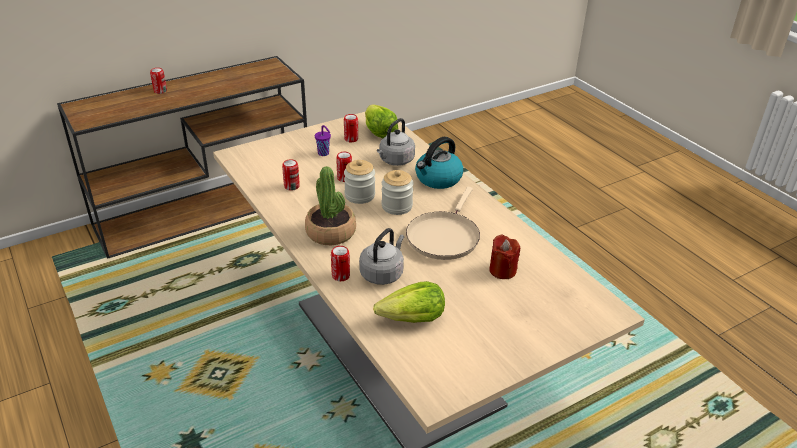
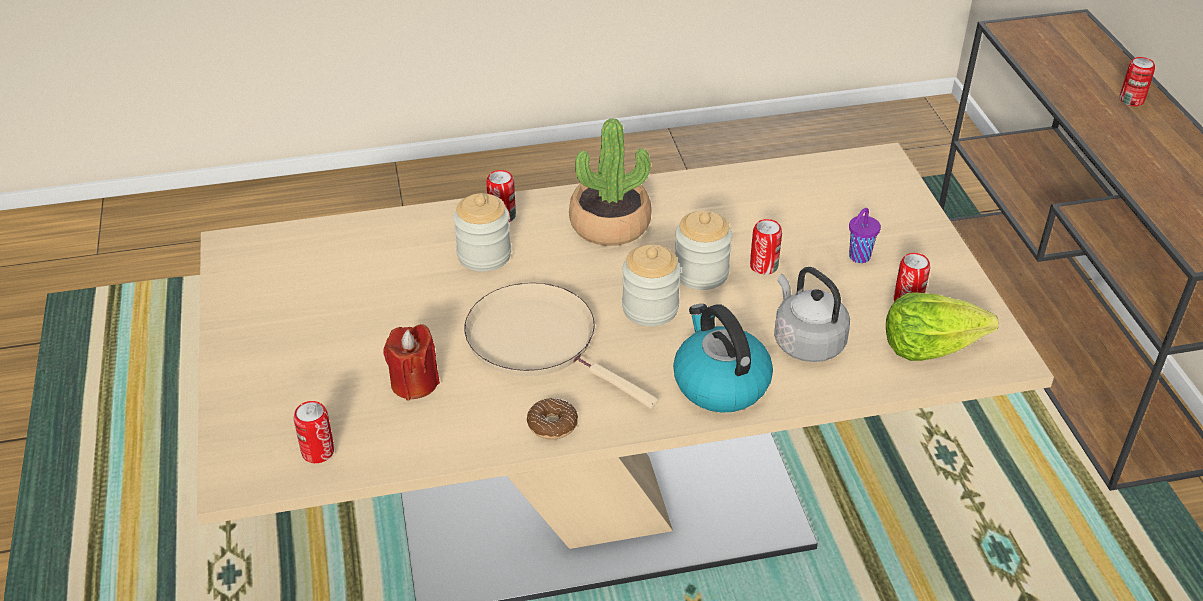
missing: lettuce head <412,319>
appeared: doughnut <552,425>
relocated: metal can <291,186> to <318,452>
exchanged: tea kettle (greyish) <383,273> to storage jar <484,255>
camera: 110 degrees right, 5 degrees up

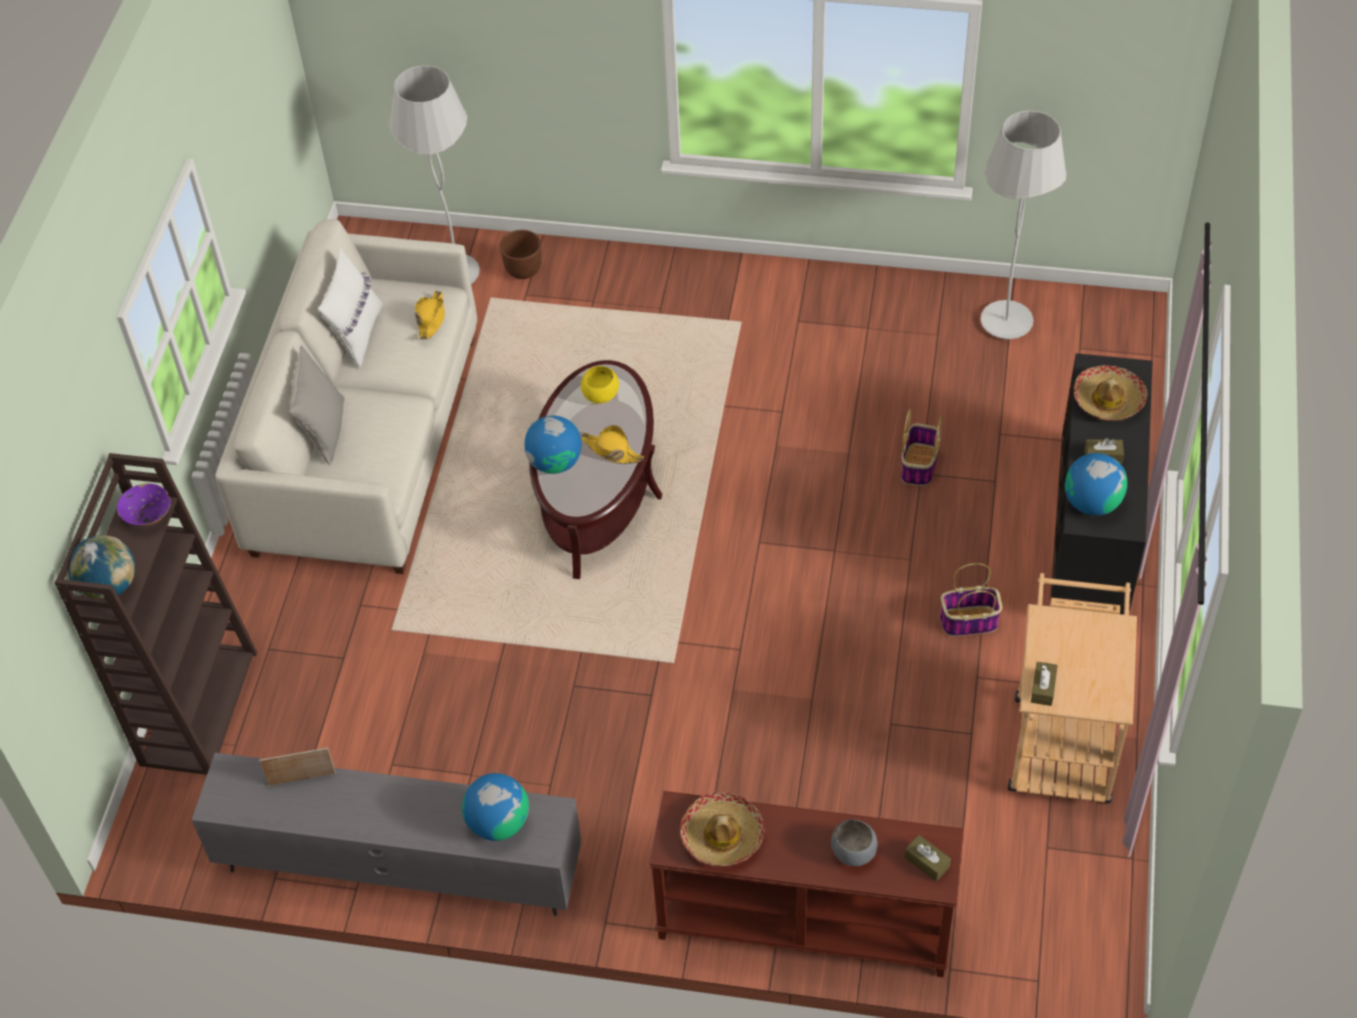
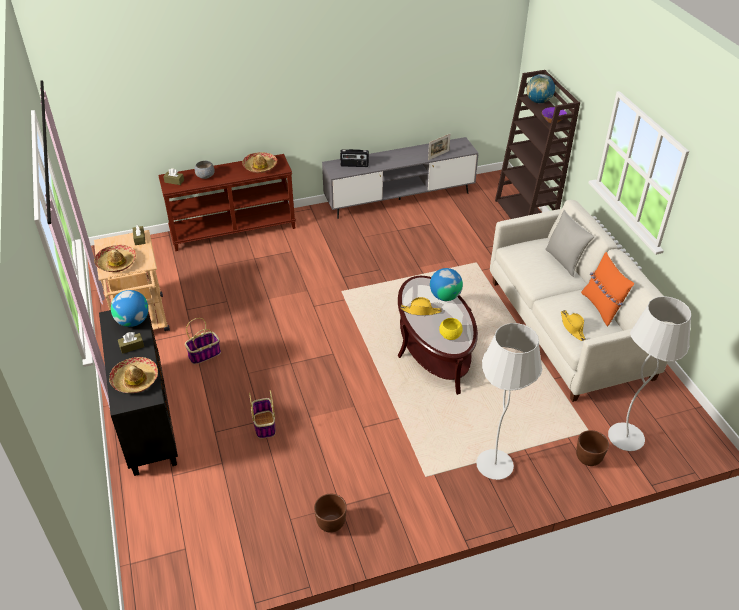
appeared: hat <116,263>; planter (brown) <331,523>
relocated: standing lamp (white) <1006,322> to <494,466>
exchanged: desk globe <498,823> to radio set <354,165>
colour: cushion (white) <357,335> to cushion (orange-coloured) <601,307>
camera: 150 degrees right, 10 degrees down

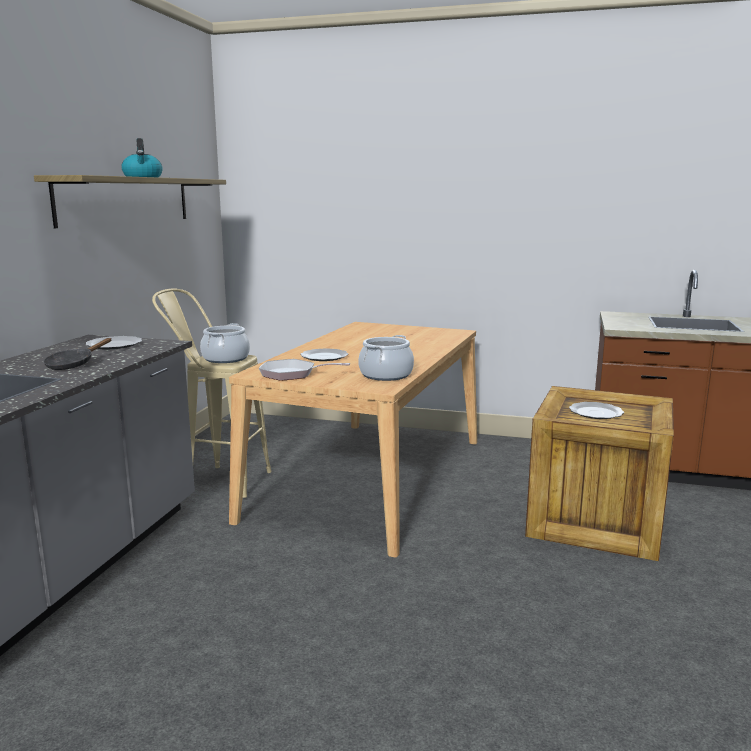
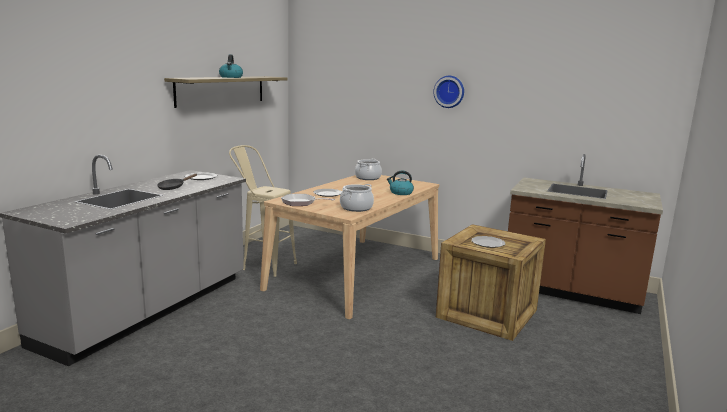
appeared: tea kettle <400,193>; clock on the wall <449,91>
relocated: cooking pot <226,359> to <368,178>
camera: 10 degrees right, 0 degrees up

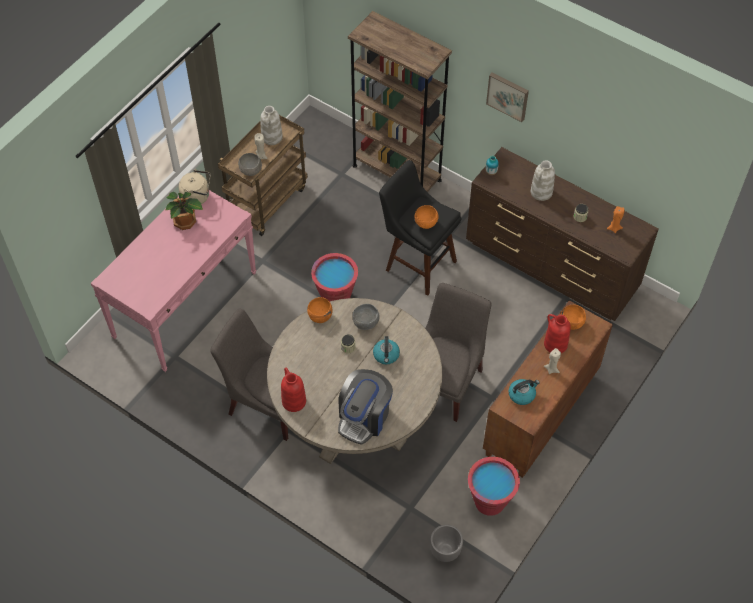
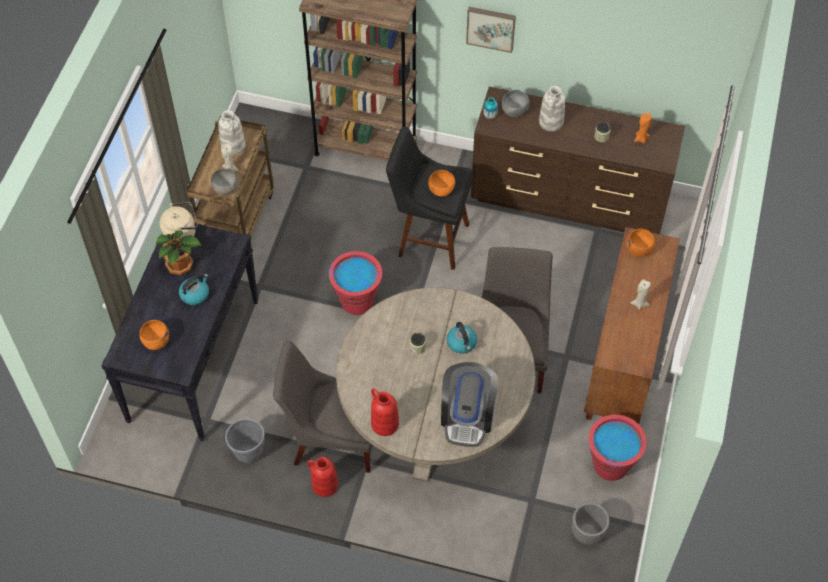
appeared: planter (greyish) <248,453>
relocated: deep dish (orange-coloured) <320,317> to <156,342>; tea kettle <522,394> to <195,294>; decorative vase (red-coloured) <555,344> to <324,485>; deep dish (greyish) <366,323> to <515,112>
colour: hall table (pink) <185,304> to hall table (black-coloured) <194,359>
camera: 20 degrees left, 0 degrees up

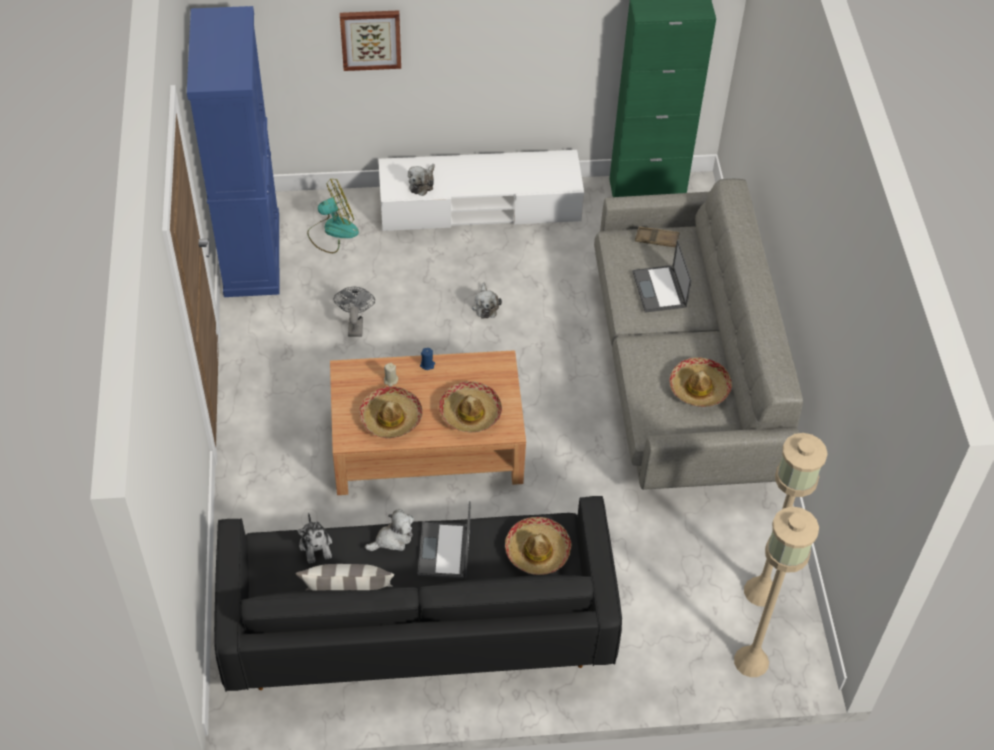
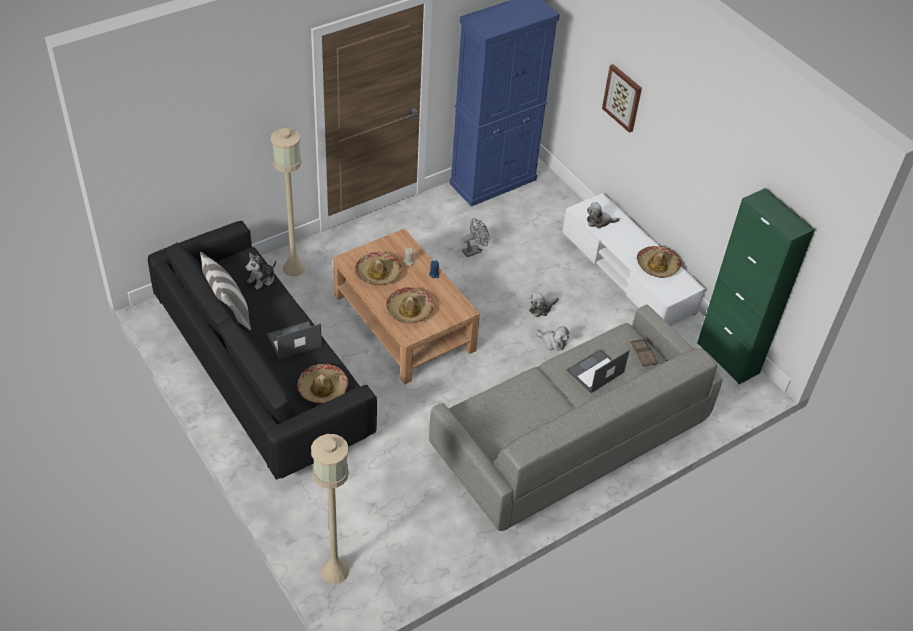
missing: cooling fan <332,231>
relocated: standing lamp (beige-coloured) <761,592> to <293,268>; cuddly toy <392,539> to <552,342>; hat <699,388> to <657,266>
camera: 60 degrees right, 5 degrees down

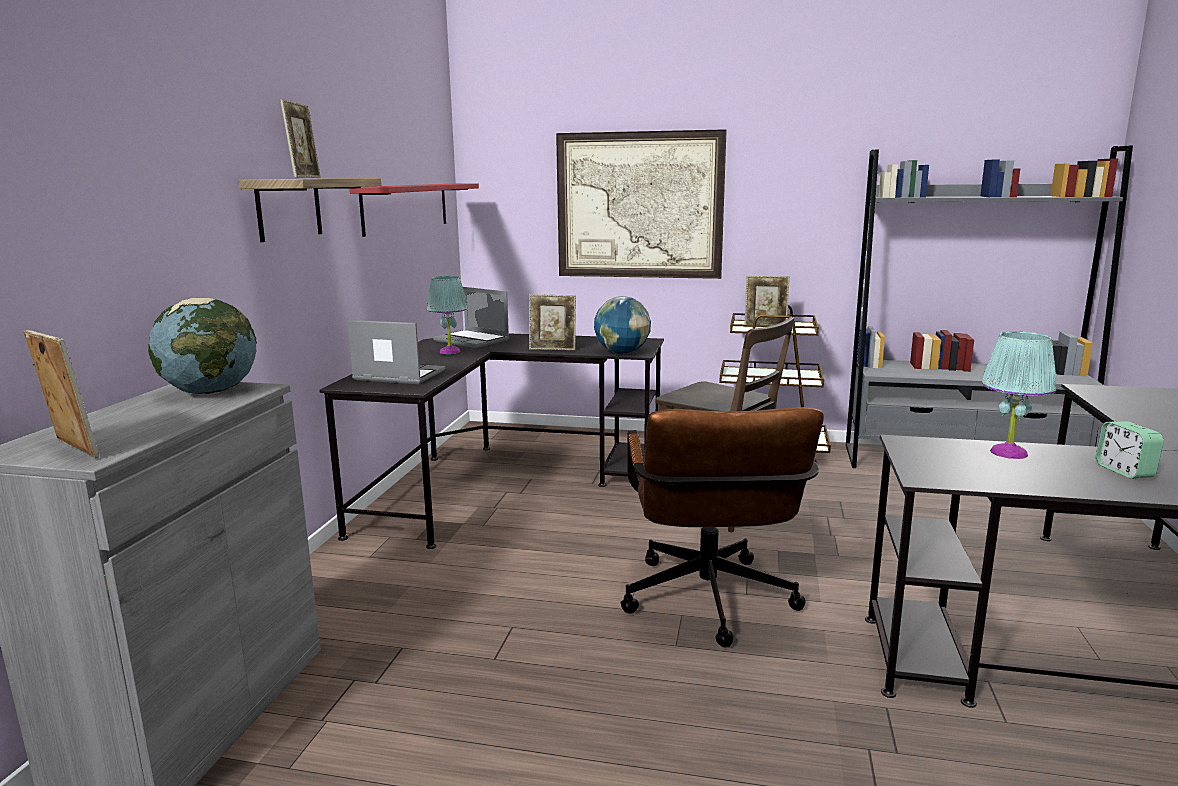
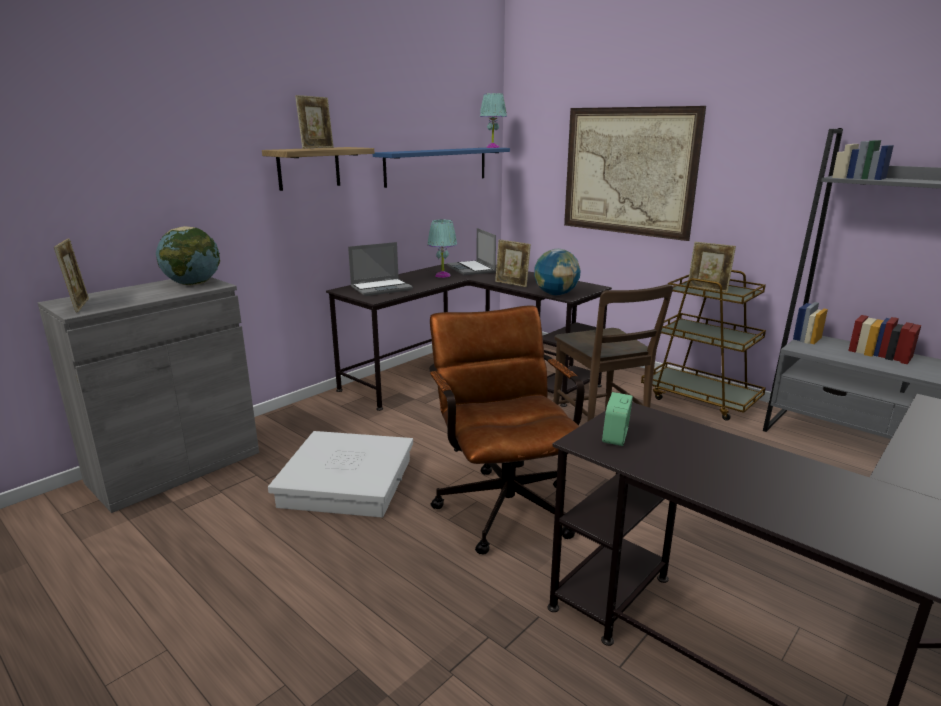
appeared: storage box (white) <347,482>
relocated: table lamp (turquoise) <1008,453> to <492,147>; bedside clock <1124,471> to <615,437>
colour: shelf (red-coloured) <406,207> to shelf (blue-coloured) <437,166>
spun: laptop <398,376> = <381,288> 105 degrees clockwise; computer chair (brown) <710,606> = <503,502> 135 degrees clockwise
camera: 30 degrees right, 5 degrees up

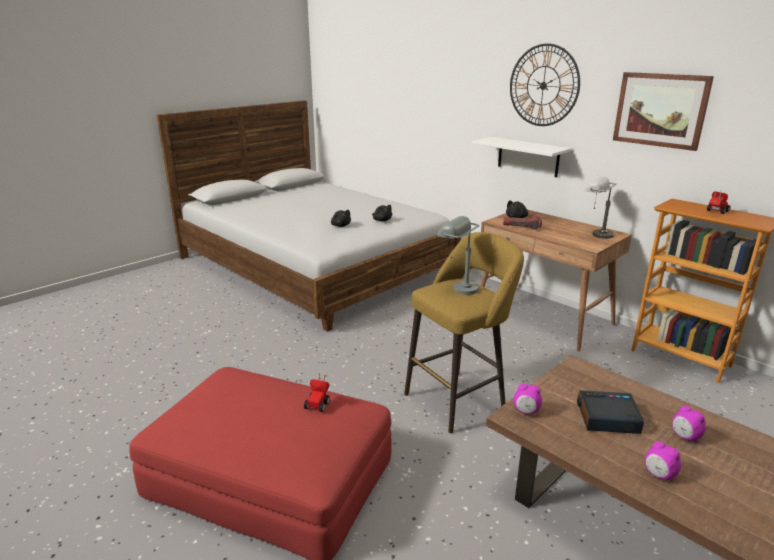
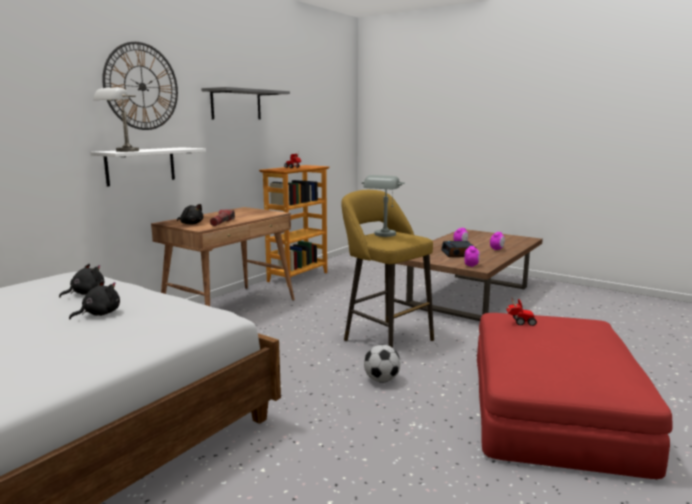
appeared: ball for football <381,380>
relocated: table lamp (greyish) <595,234> to <121,151>
exchanged: picture <660,110> to shelf (greyish) <236,104>
camera: 100 degrees left, 10 degrees down

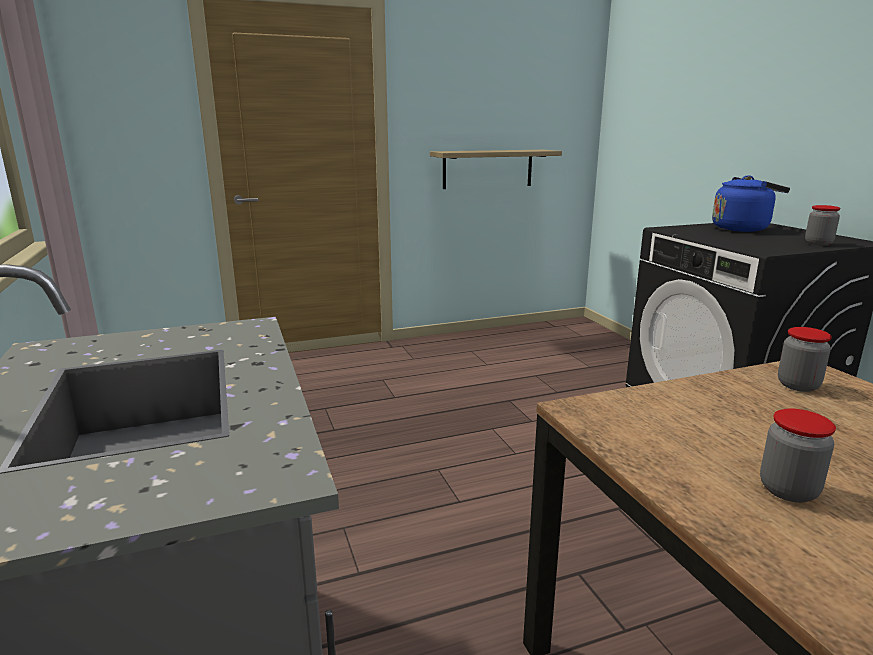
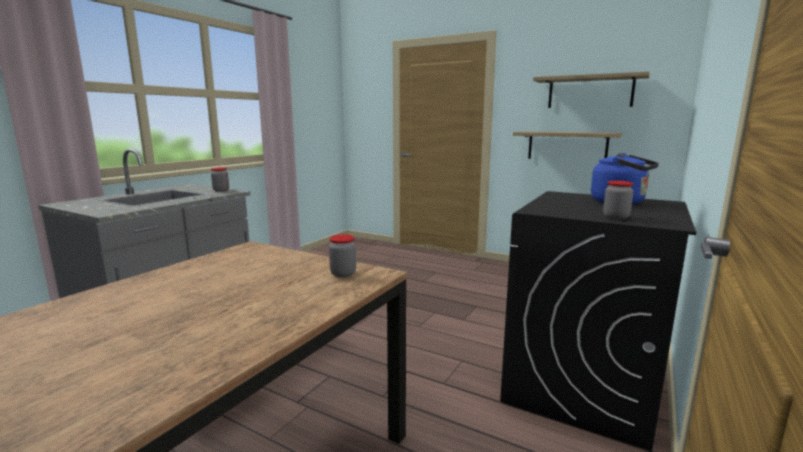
appeared: shelf <590,92>
relocated: storage jar <788,490> to <221,190>
camera: 50 degrees right, 5 degrees down

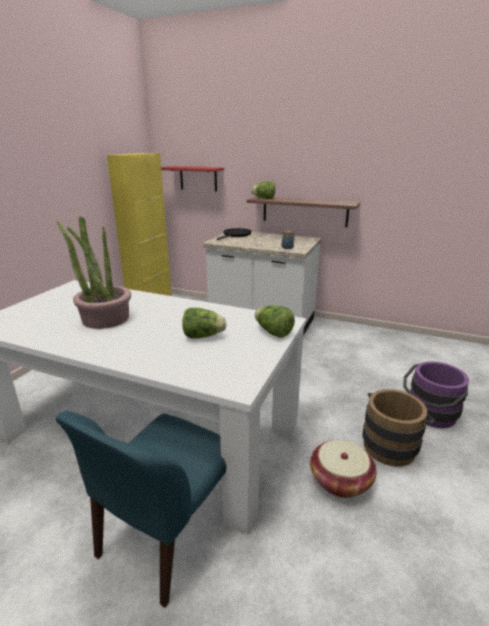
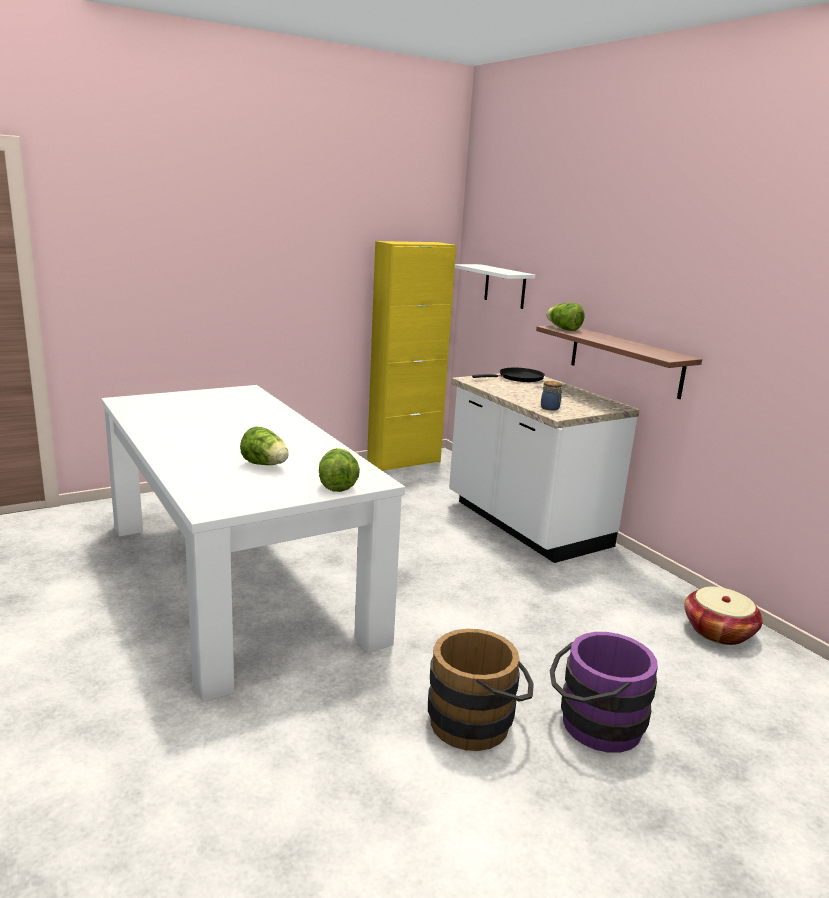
missing: plain chair (blue-coloured) <165,534>; plant in a pot <105,318>
relocated: storage basket <340,480> to <718,631>
colour: shelf (red-coloured) <198,178> to shelf (white) <505,286>
camera: 35 degrees right, 5 degrees down

